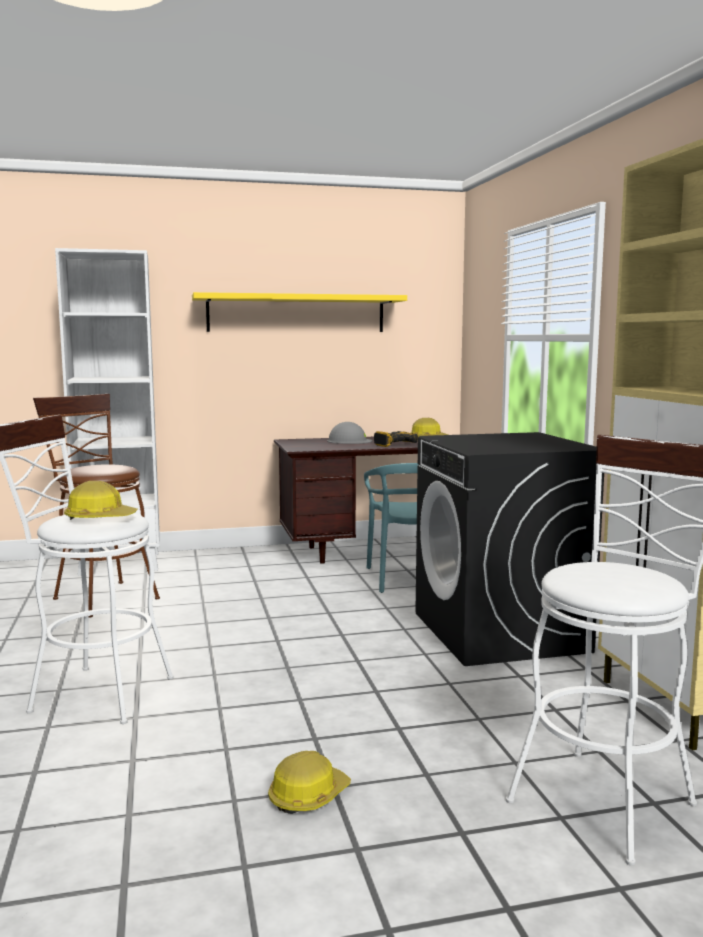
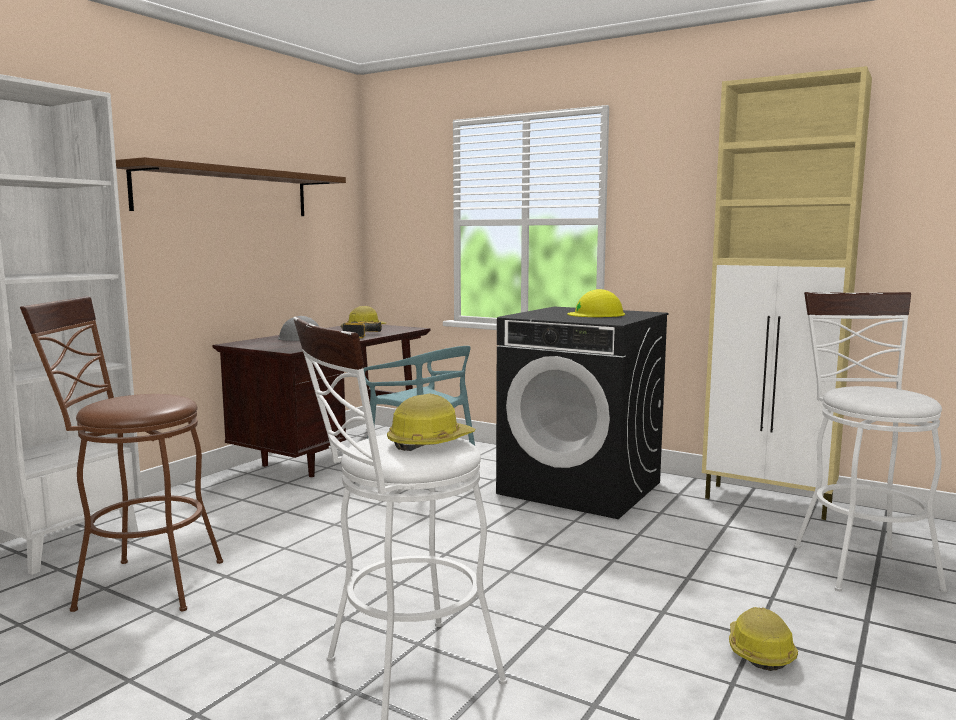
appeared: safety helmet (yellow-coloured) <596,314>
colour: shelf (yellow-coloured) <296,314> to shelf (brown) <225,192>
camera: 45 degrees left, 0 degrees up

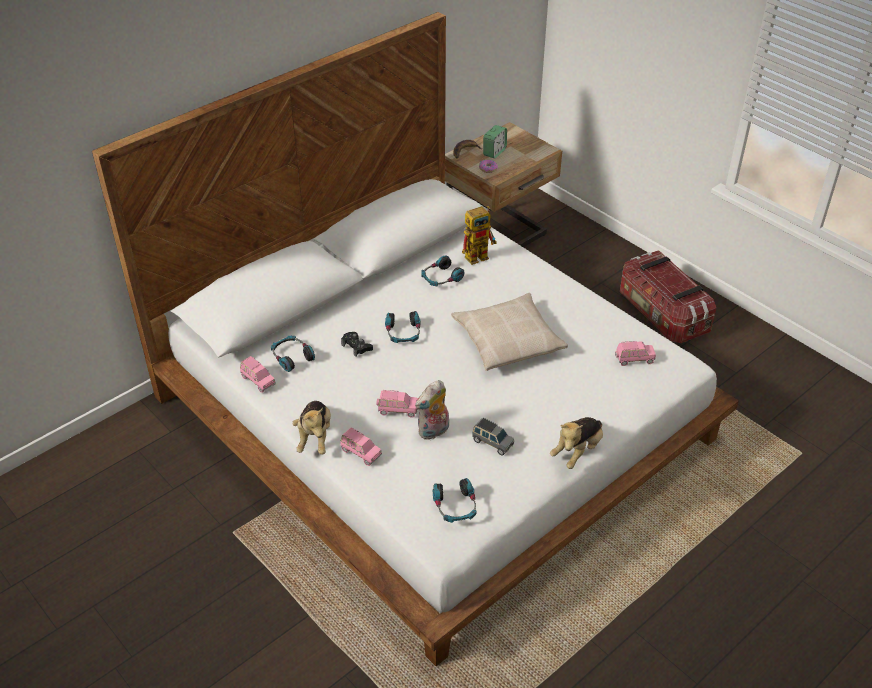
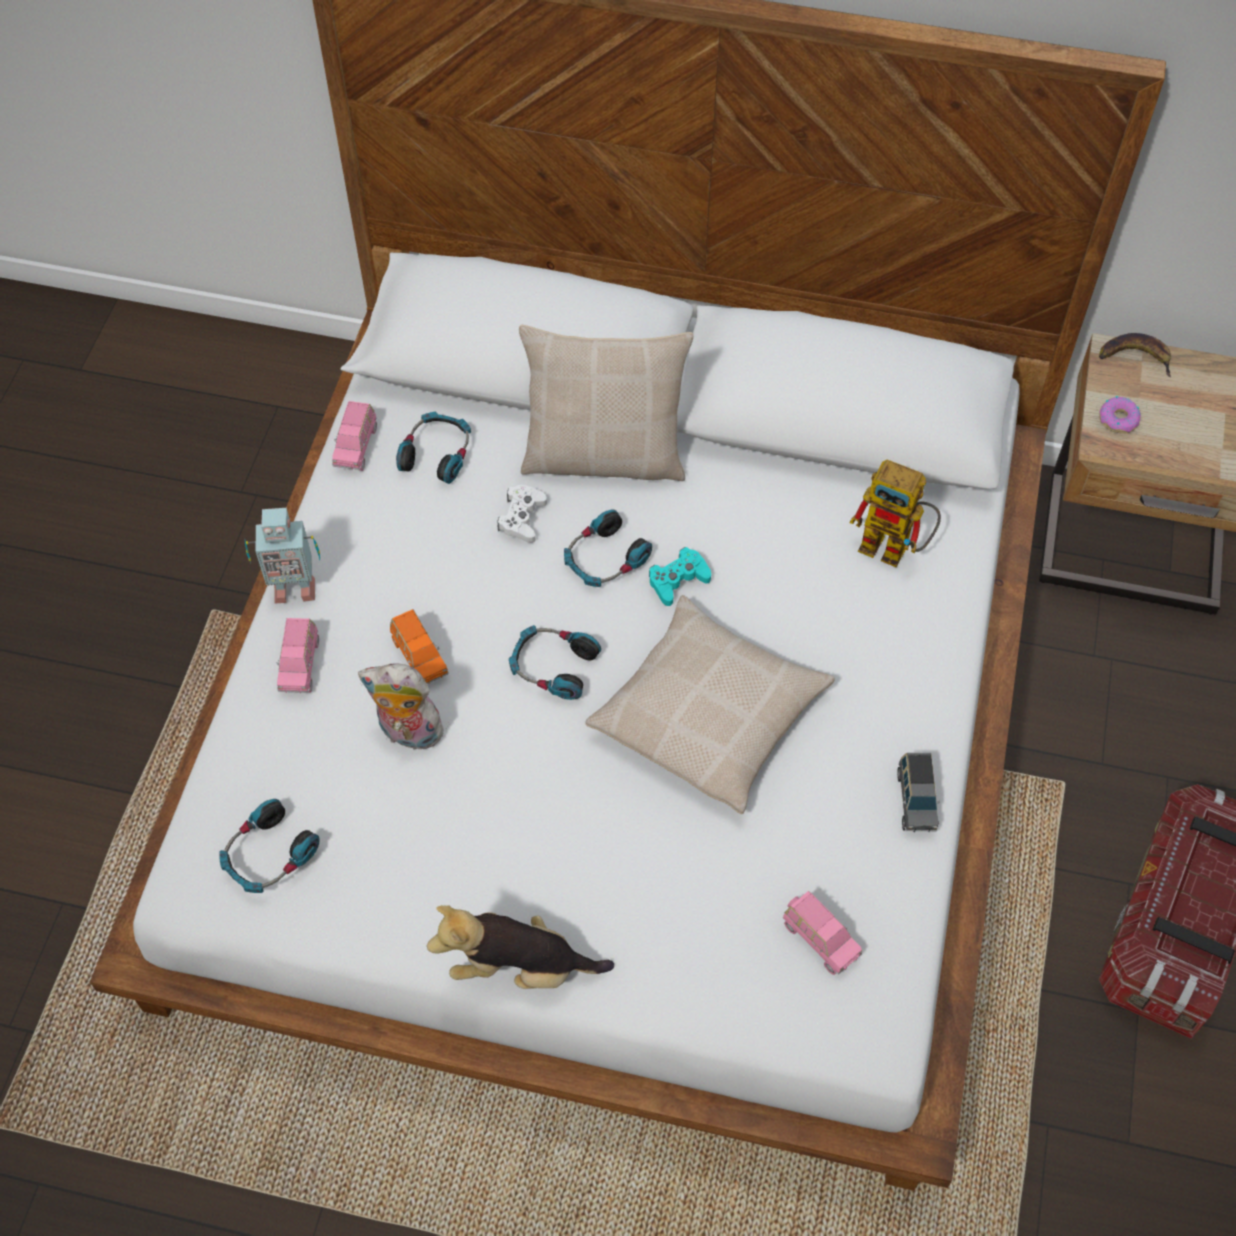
missing: bedside clock <494,152>
appeared: cushion (beige-coloured) <604,455>; joypad (turquoise) <678,580>
relocated: headphones <441,278> to <553,666>; miniature car (greyish) <492,443> to <916,800>
exchanged: cuddly toy <315,437> to toy robot <293,588>
colour: miniature car (pink) <397,410> to miniature car (orange-coloured) <419,657>; joypad (black-coloured) <356,346> to joypad (white) <522,518>
camera: 55 degrees right, 15 degrees up

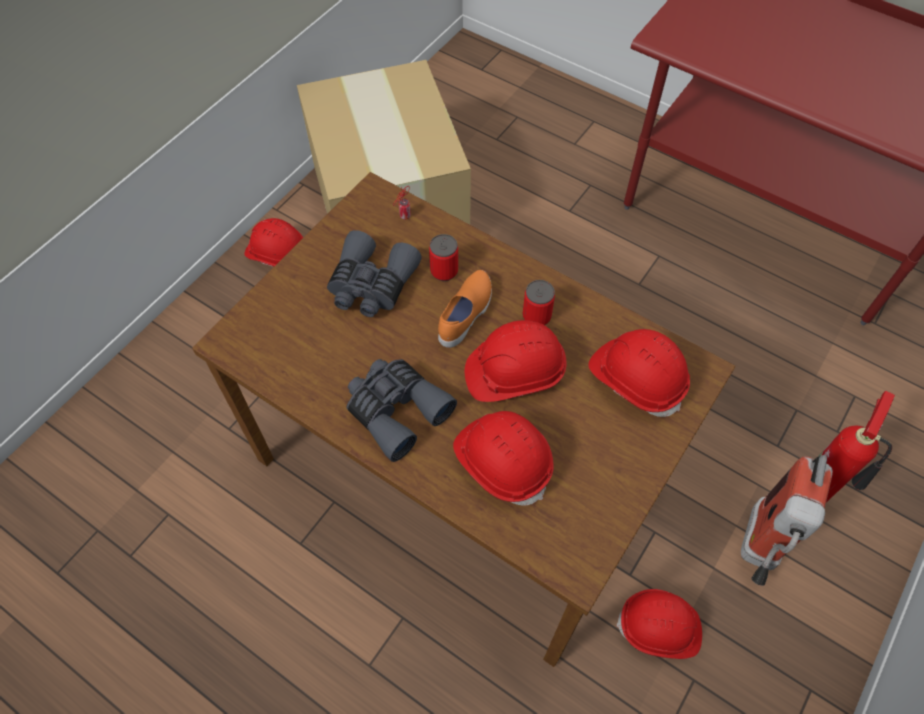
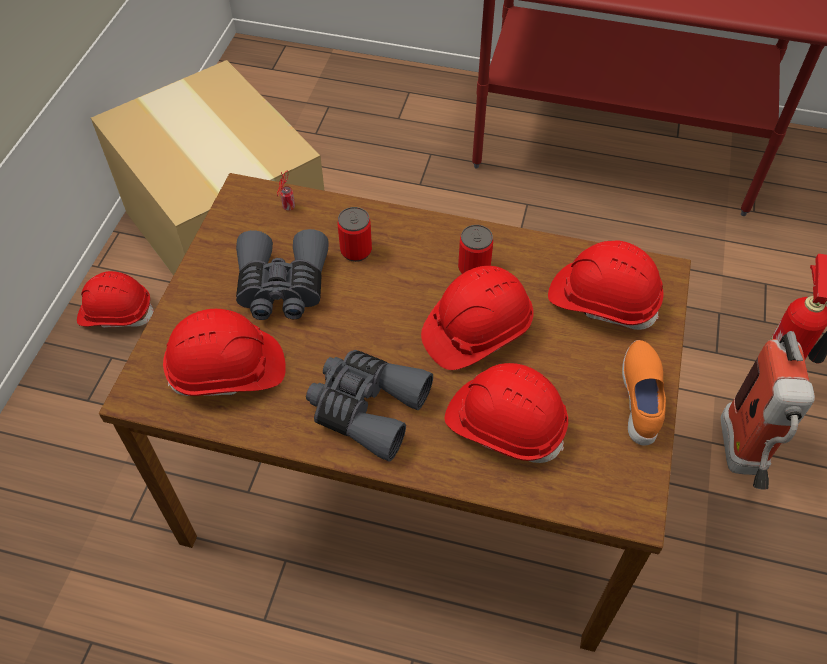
relocated: safety helmet (red-coloured) <659,628> to <227,371>; low shoe (orange-coloured) <466,315> to <641,399>
camera: 20 degrees left, 5 degrees down

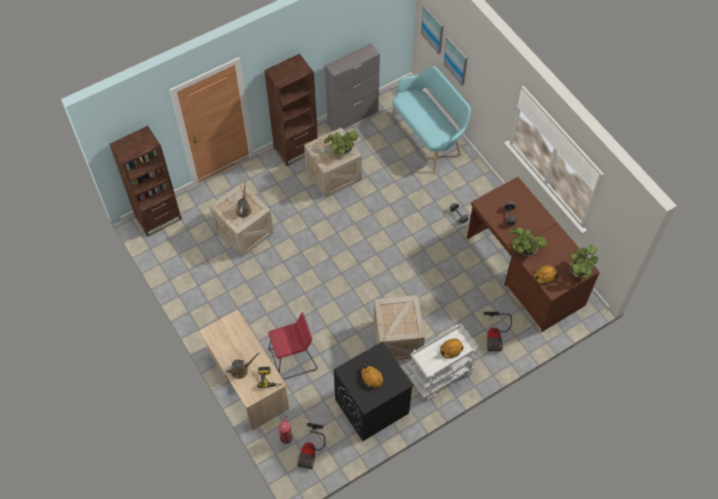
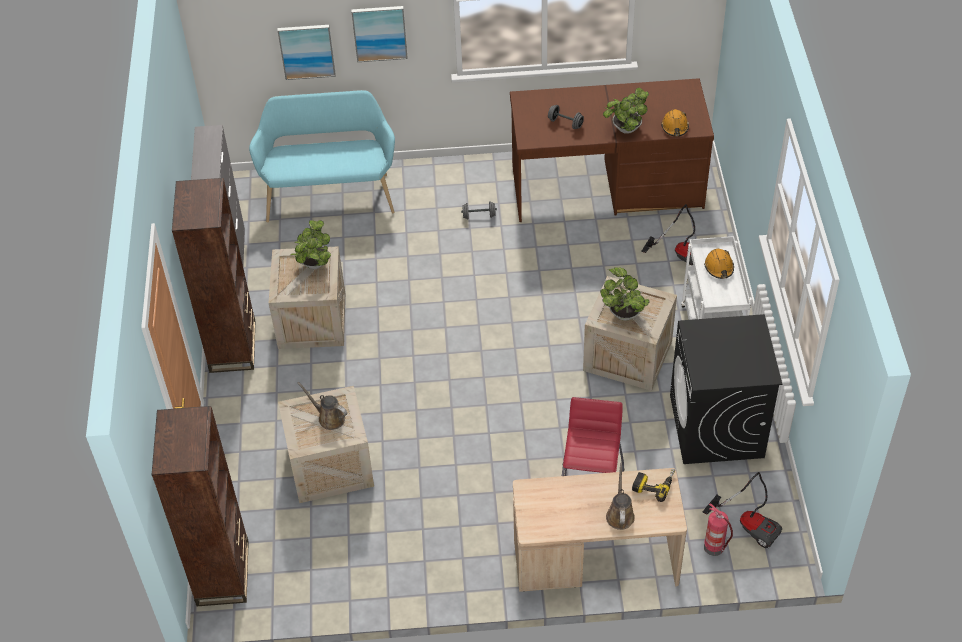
missing: safety helmet (orange-coloured) <371,378>
relocated: picture <433,29> to <379,33>; plant in a pot <579,270> to <623,312>
camera: 60 degrees left, 10 degrees down

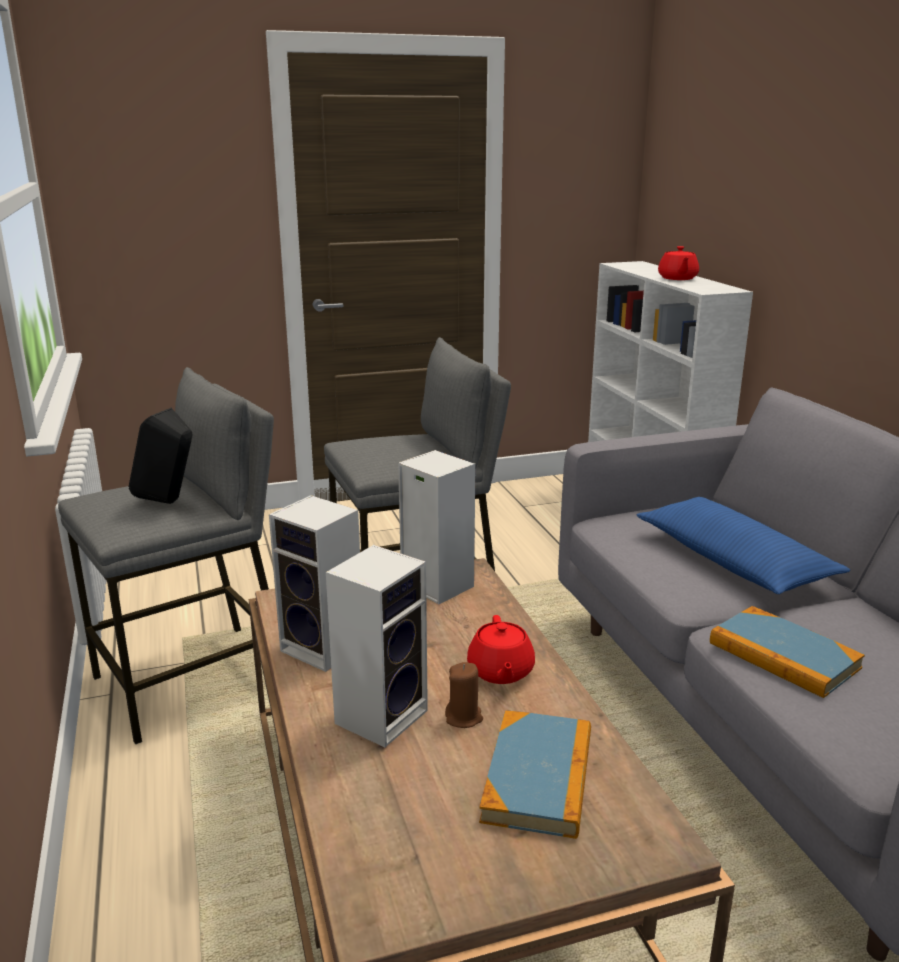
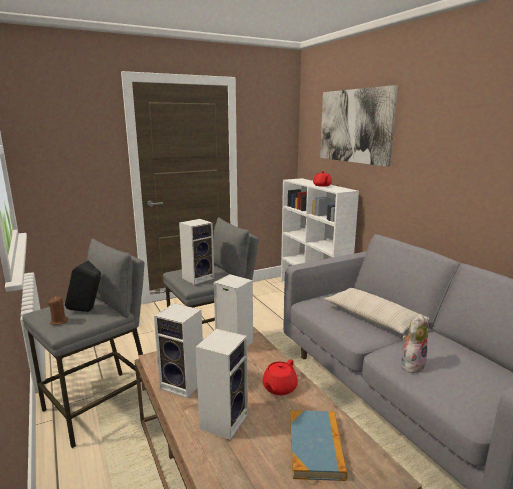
appeared: audio speaker <198,278>; picture <354,126>
relocated: wax light (brown) <464,717> to <59,321>
exchanged: volume <783,656> to cuddly toy <412,364>
colour: cushion (blue-coloured) <733,561> to cushion (beige-coloured) <372,318>
spun: pot for tea (red-coloured) <500,672> = <279,388> 45 degrees clockwise
camera: 10 degrees left, 5 degrees down

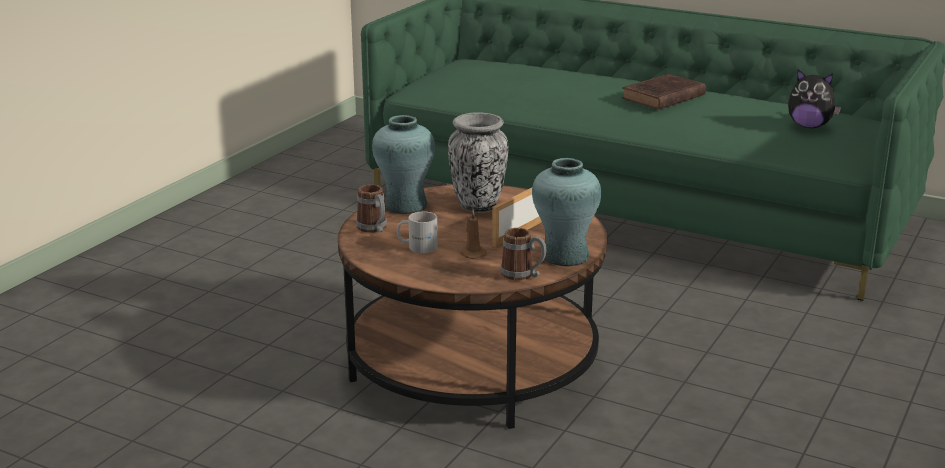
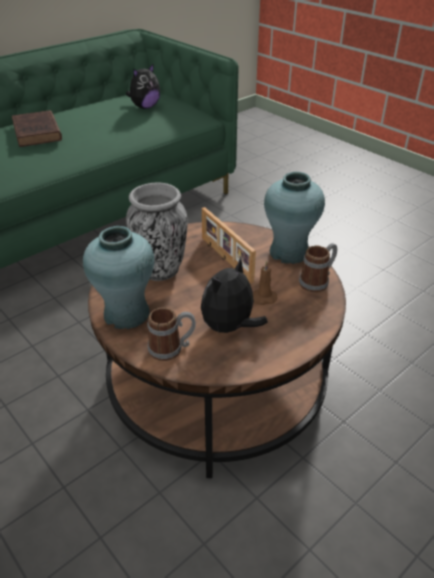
exchanged: tea mug (white) <417,246> to cuddly toy <230,327>
camera: 70 degrees left, 15 degrees up

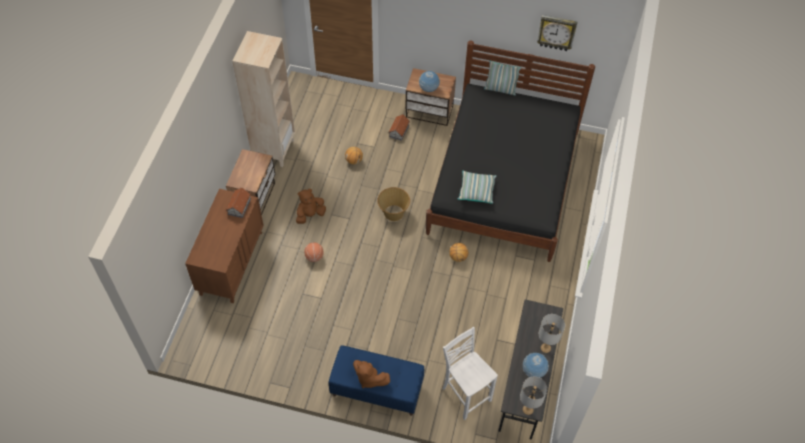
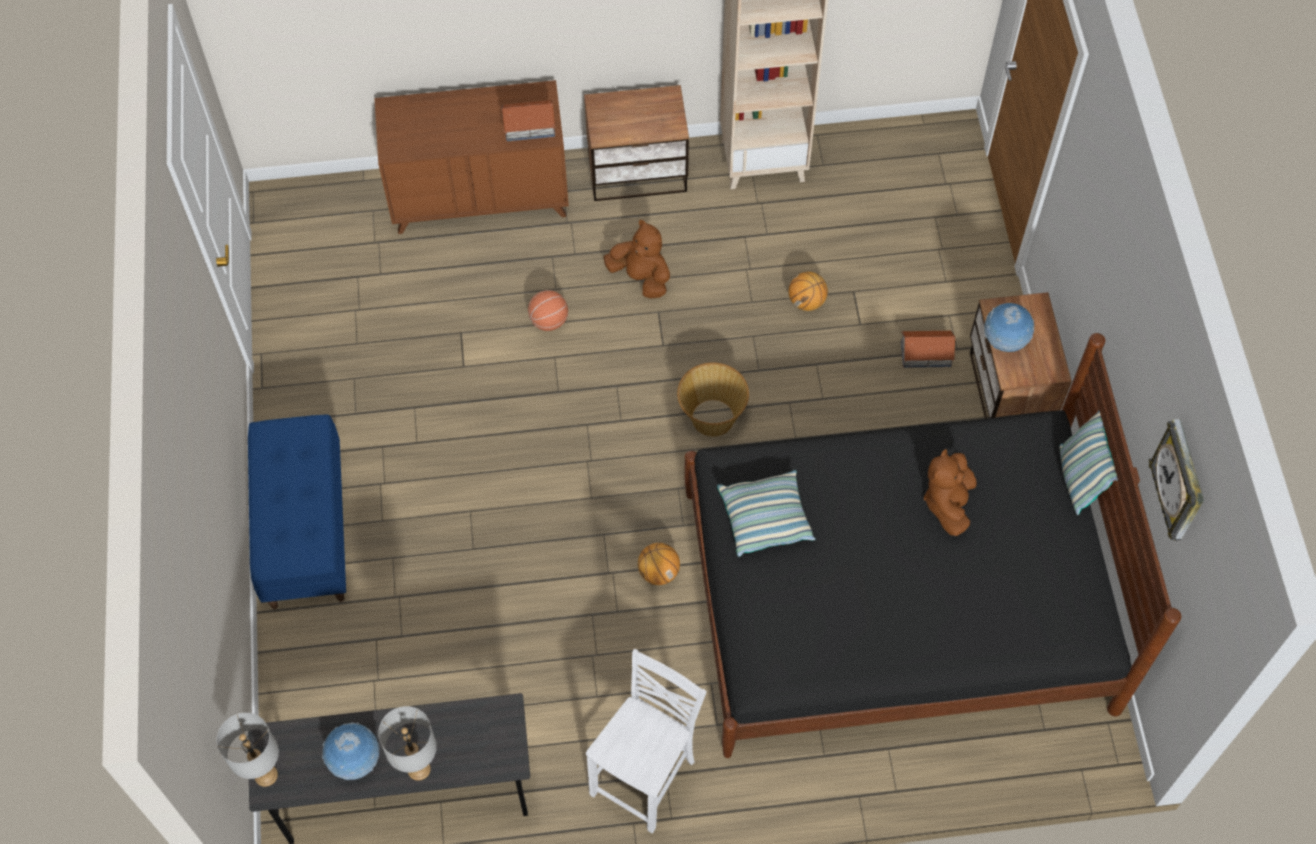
relocated: plain chair (white) <465,394> to <646,778>; cuddly toy (brown) <369,378> to <948,503>
camera: 70 degrees right, 5 degrees up

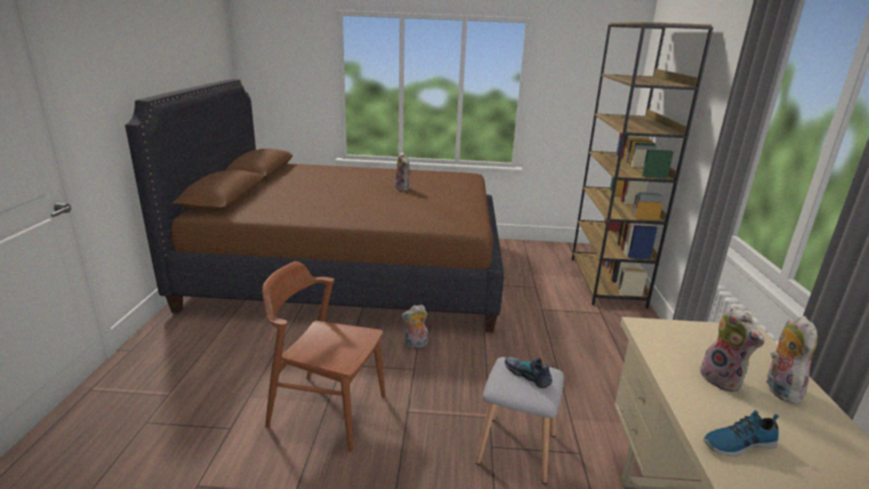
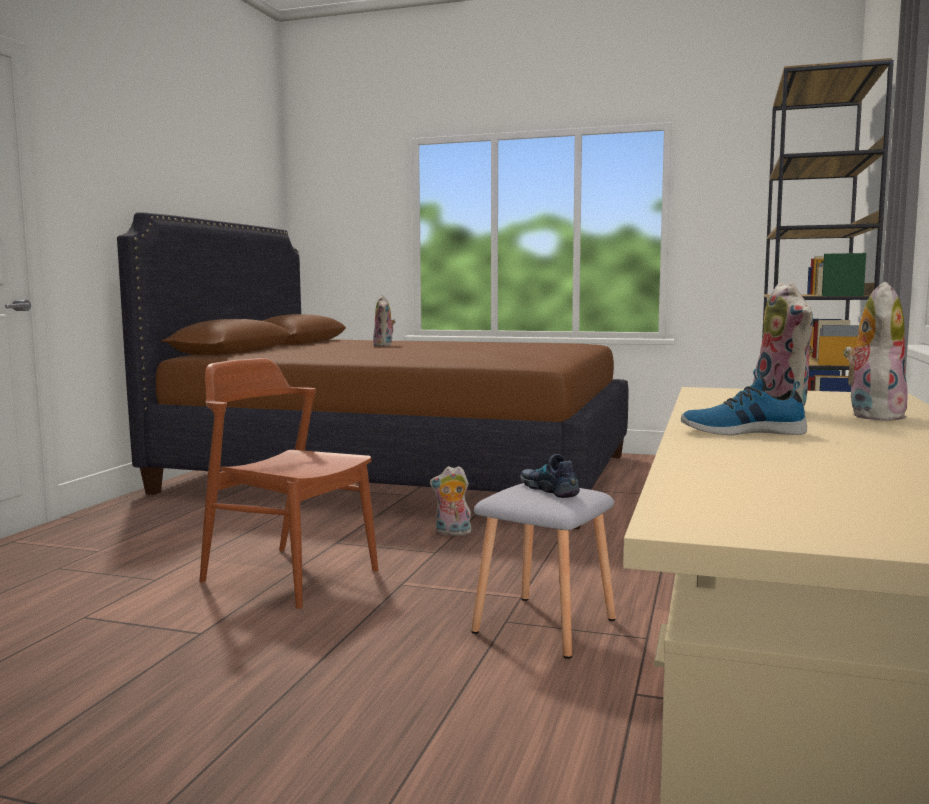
relocated: cuddly toy <403,188> to <384,345>
camera: 15 degrees right, 15 degrees down

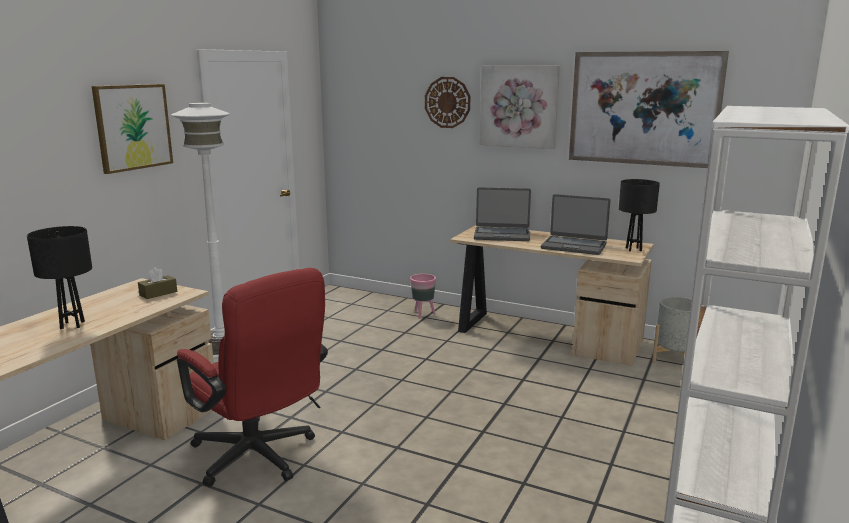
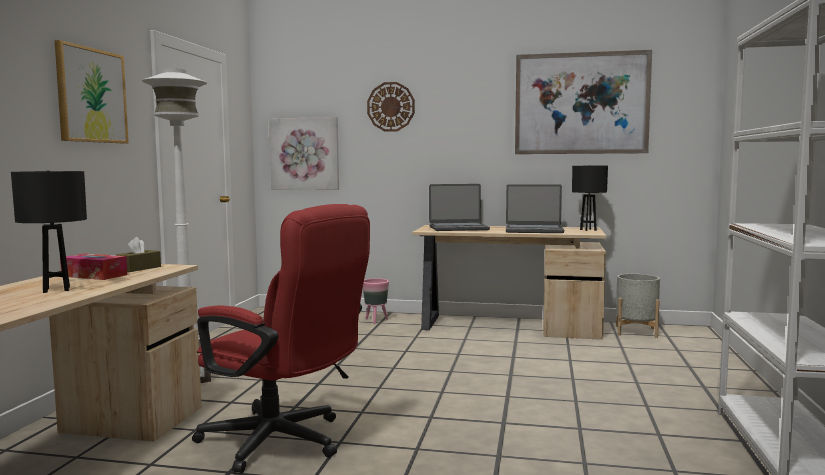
appeared: box of tissues <94,275>
relocated: picture <519,106> to <304,153>
camera: 15 degrees left, 10 degrees down

